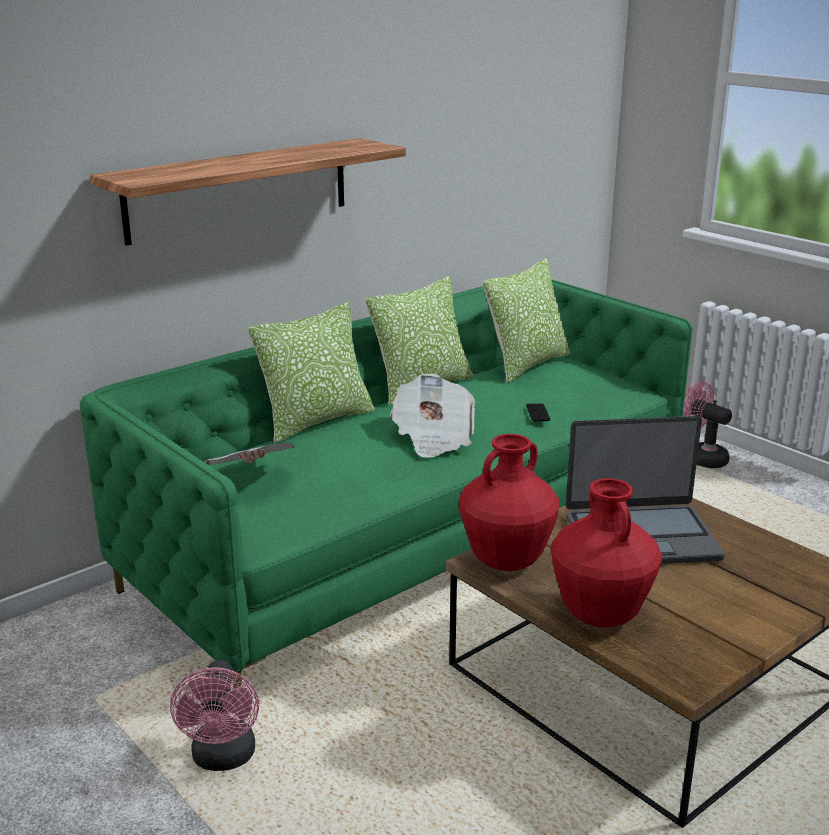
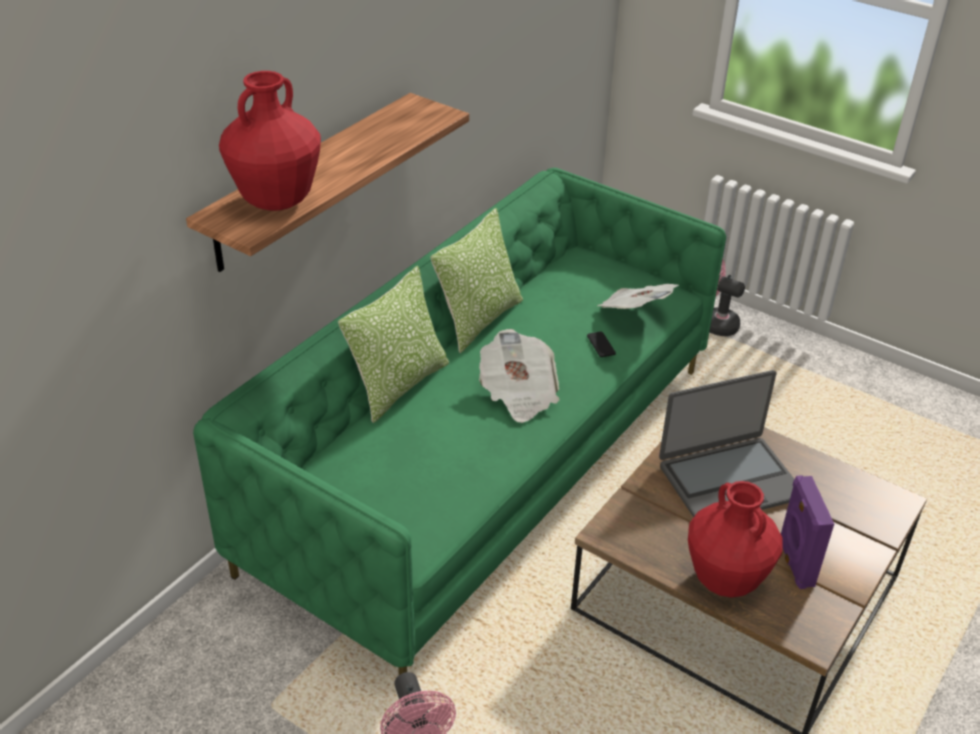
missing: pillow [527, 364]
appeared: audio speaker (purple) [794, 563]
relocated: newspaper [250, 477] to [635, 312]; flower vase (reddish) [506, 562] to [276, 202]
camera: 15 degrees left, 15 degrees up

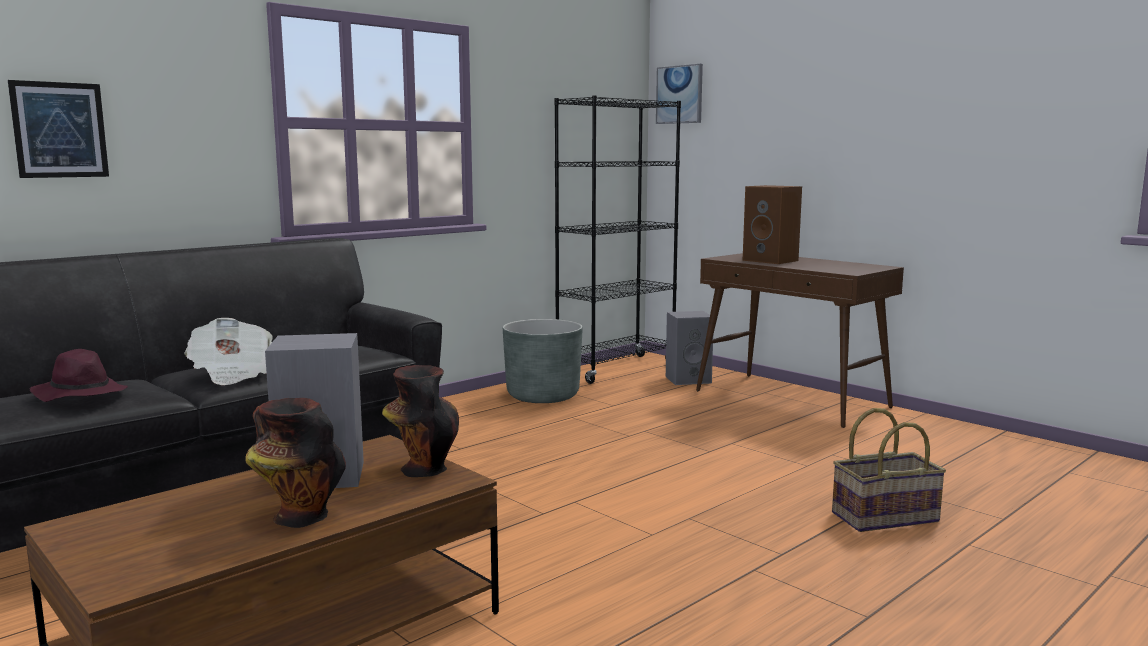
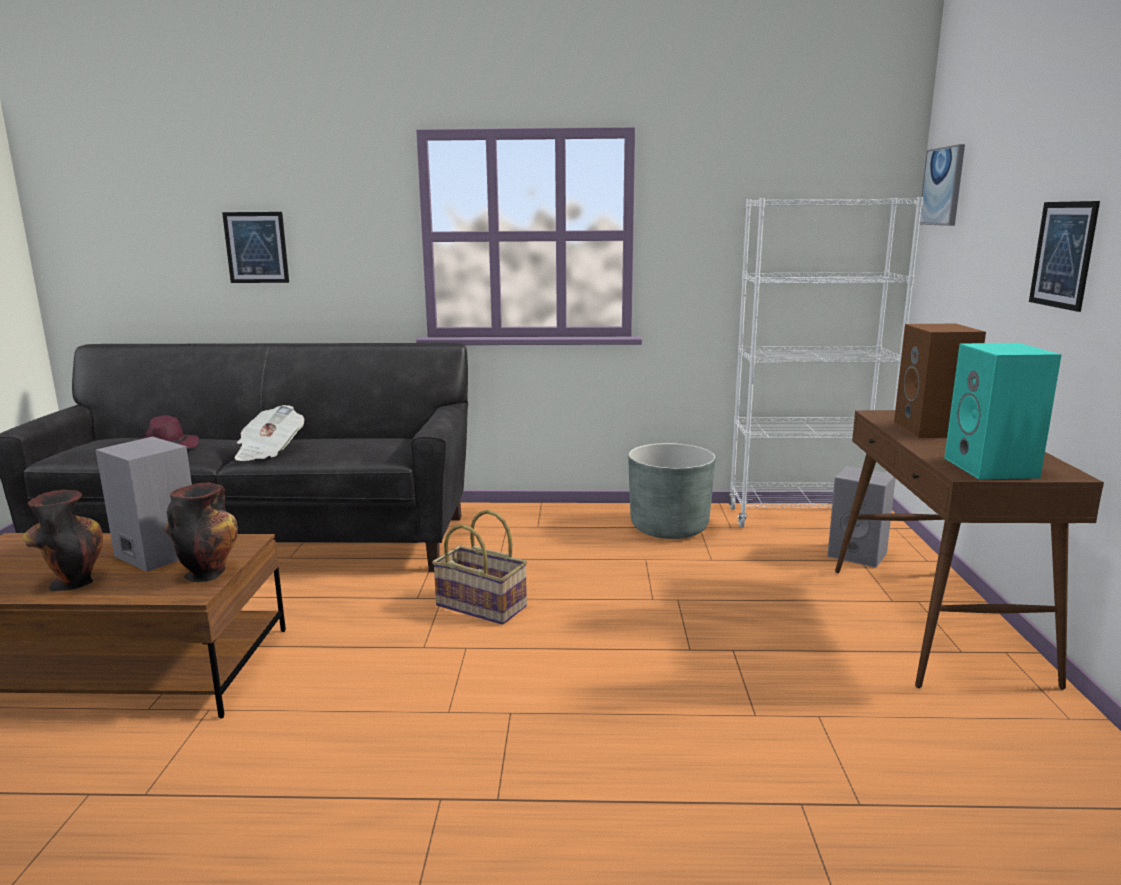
appeared: audio speaker (turquoise-coloured) [993, 468]; wall art [1063, 254]
relocated: basket [884, 516] to [482, 605]
colour: bookcase (black) [616, 369] to bookcase (whitish) [804, 518]
camera: 45 degrees right, 5 degrees up

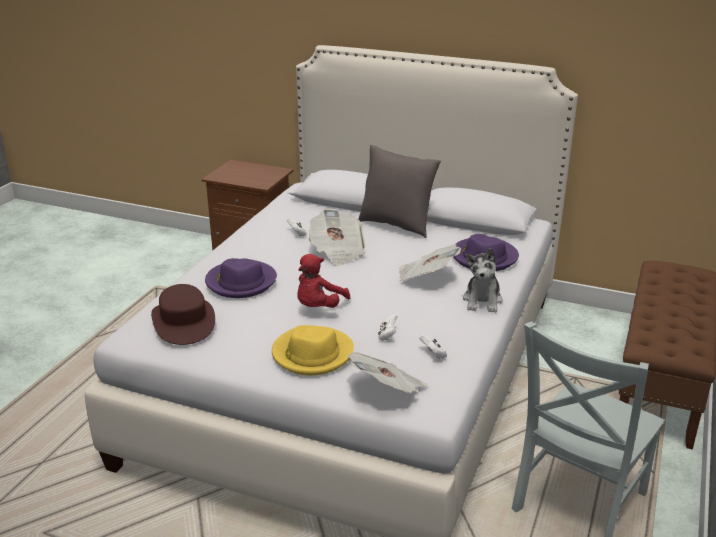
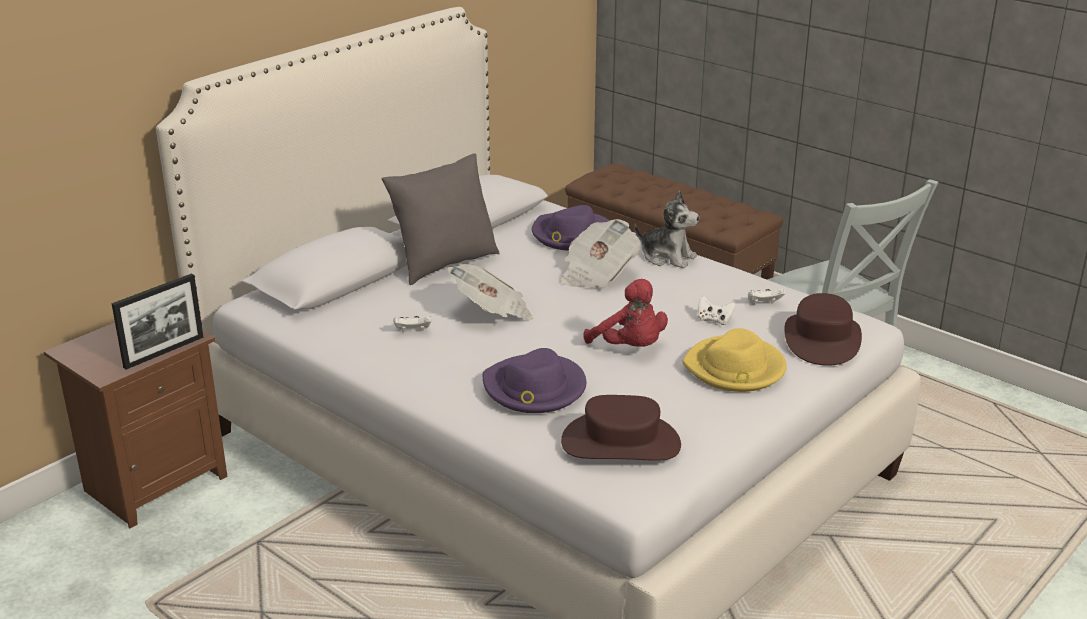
appeared: standing frame [164, 352]
exchanged: newspaper [388, 390] to clothing hat (brownish) [821, 339]
camera: 70 degrees left, 0 degrees up

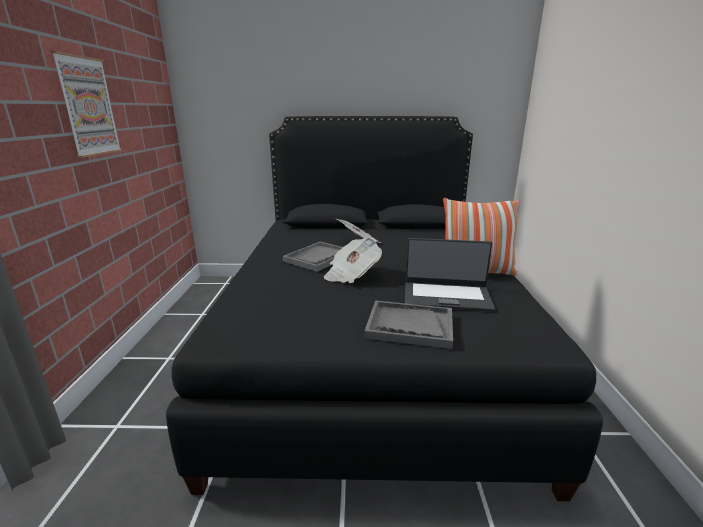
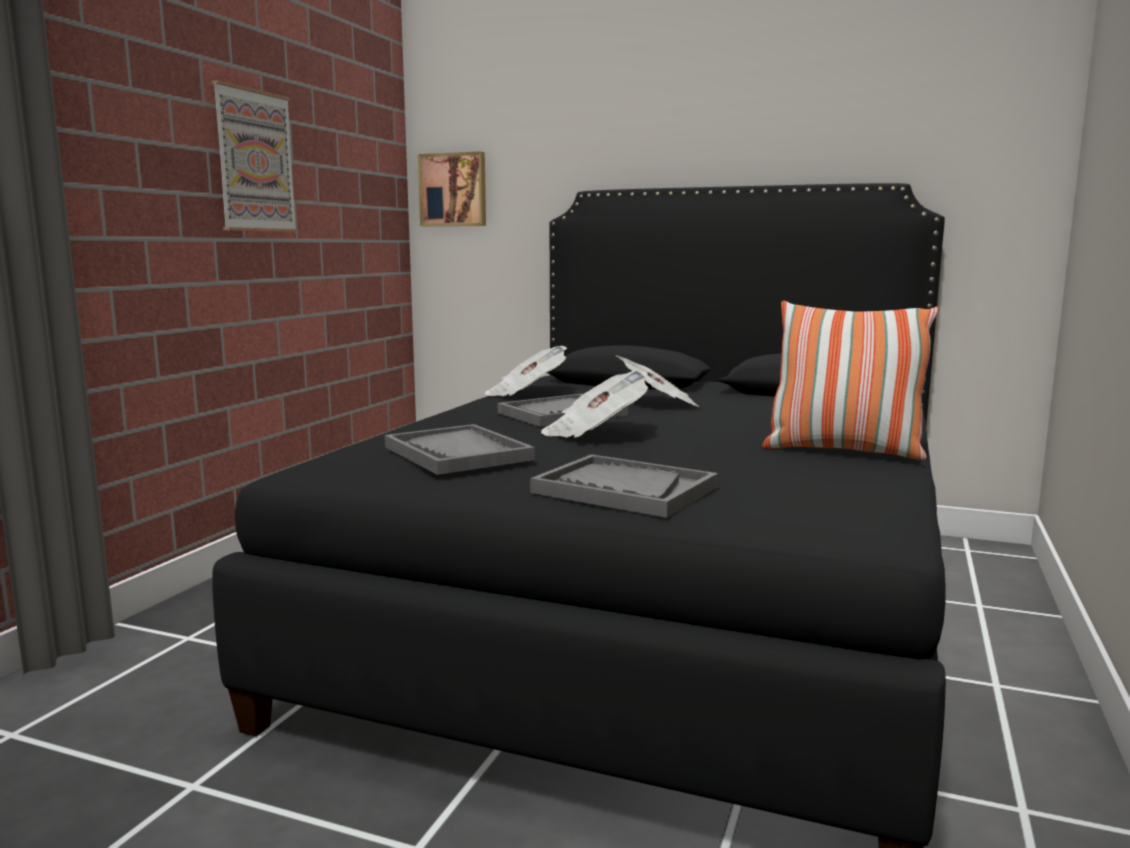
missing: laptop [446, 296]
appeared: serving tray (greyish) [458, 453]; wall art [453, 190]; newspaper [526, 394]
camera: 20 degrees right, 10 degrees down

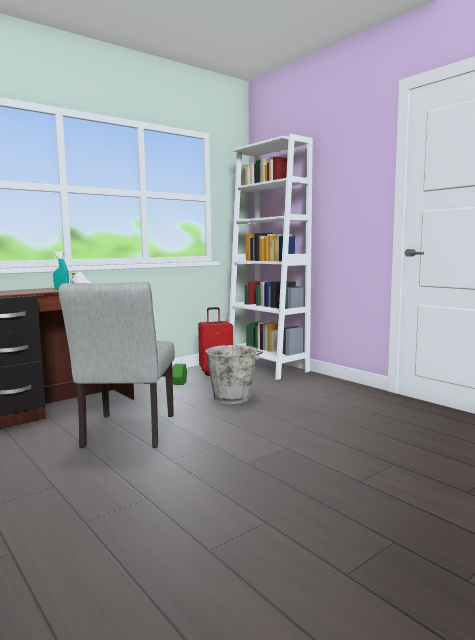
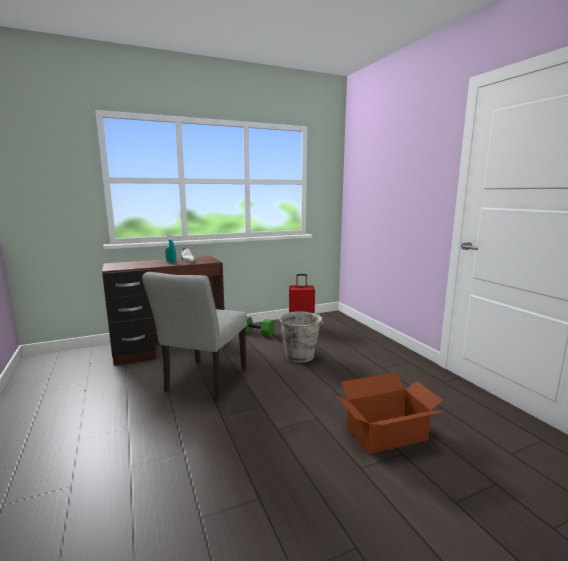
missing: bookcase (whitish) [267, 368]
appeared: carton [387, 434]
camera: 15 degrees right, 5 degrees up

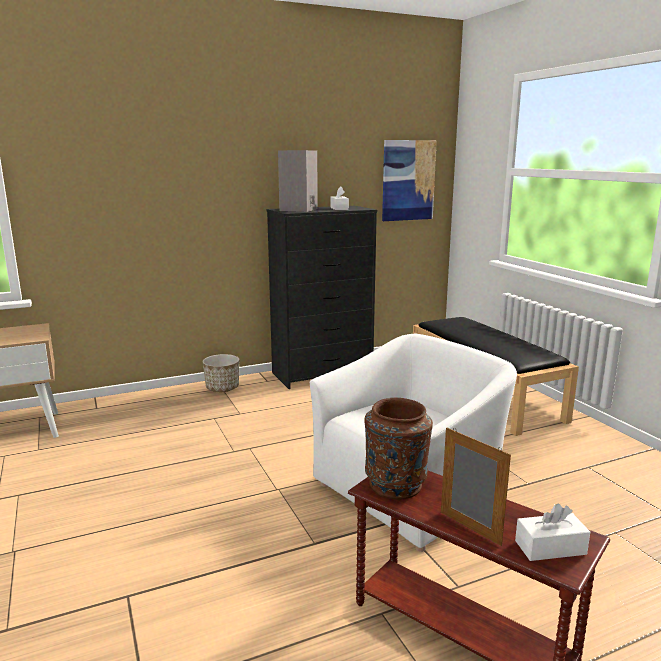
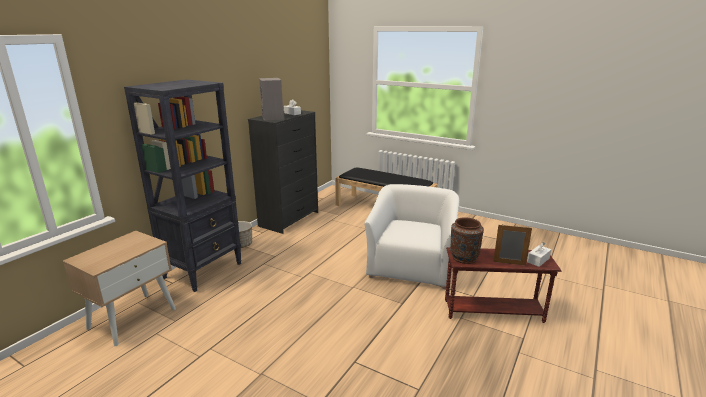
missing: wall art [408, 180]
appeared: bookcase (black) [203, 270]
camera: 35 degrees left, 5 degrees up

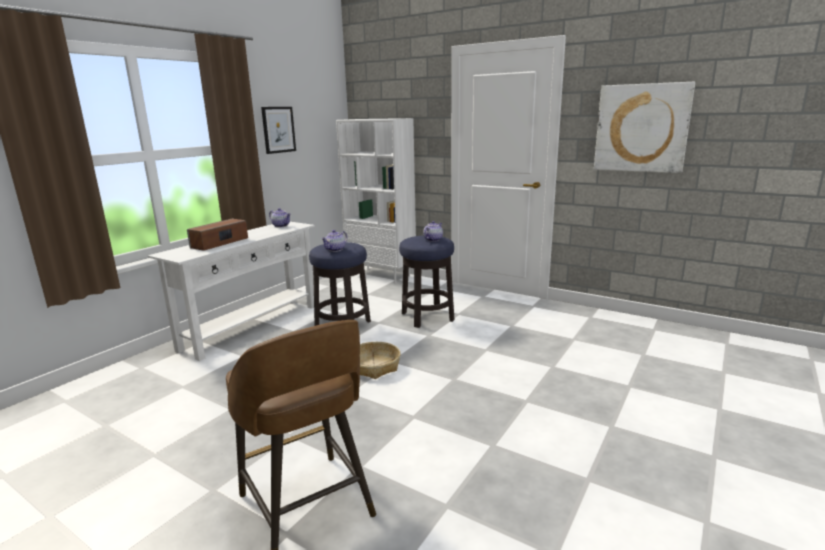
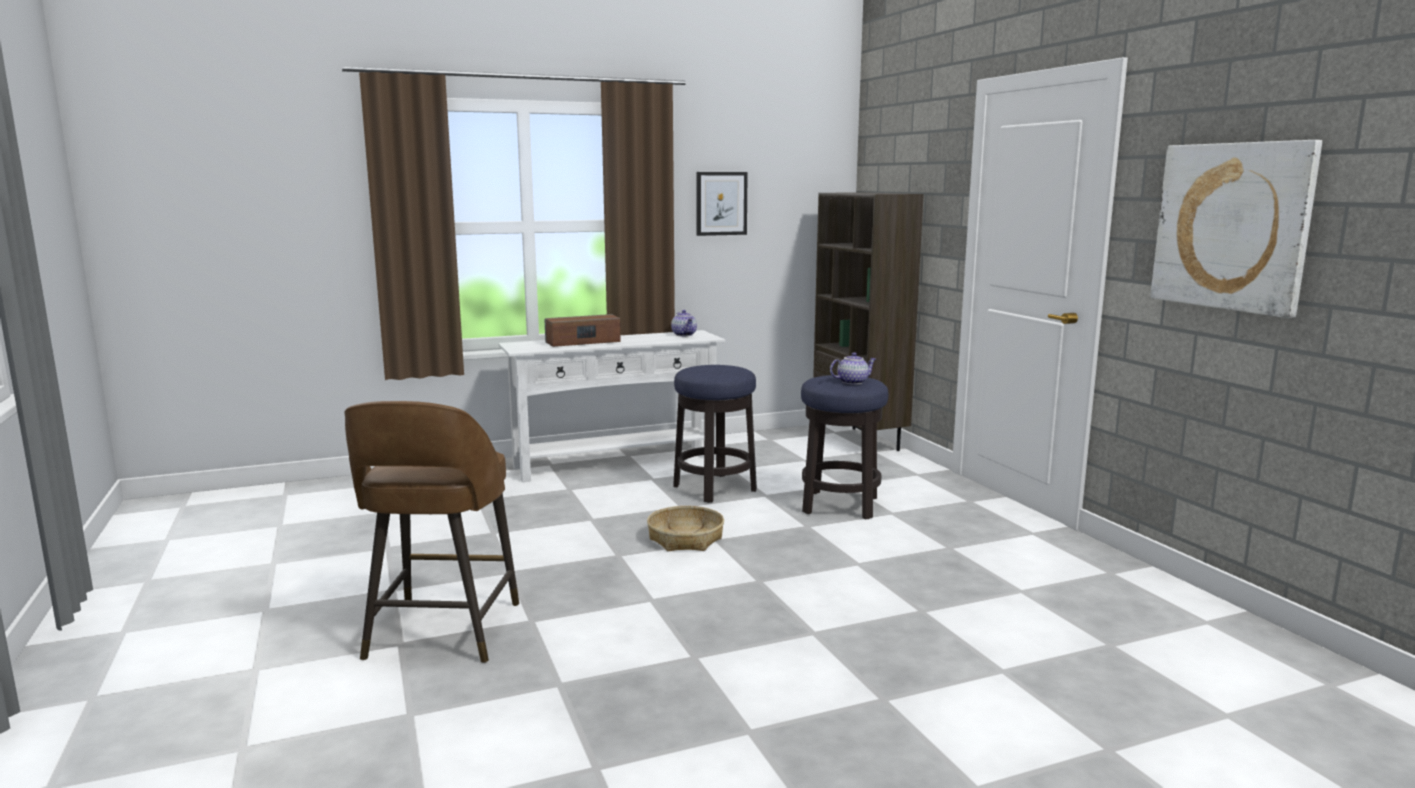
missing: pot for tea [335, 250]
colour: bookcase (whitish) [382, 275] to bookcase (brownish) [860, 441]
camera: 35 degrees right, 5 degrees down

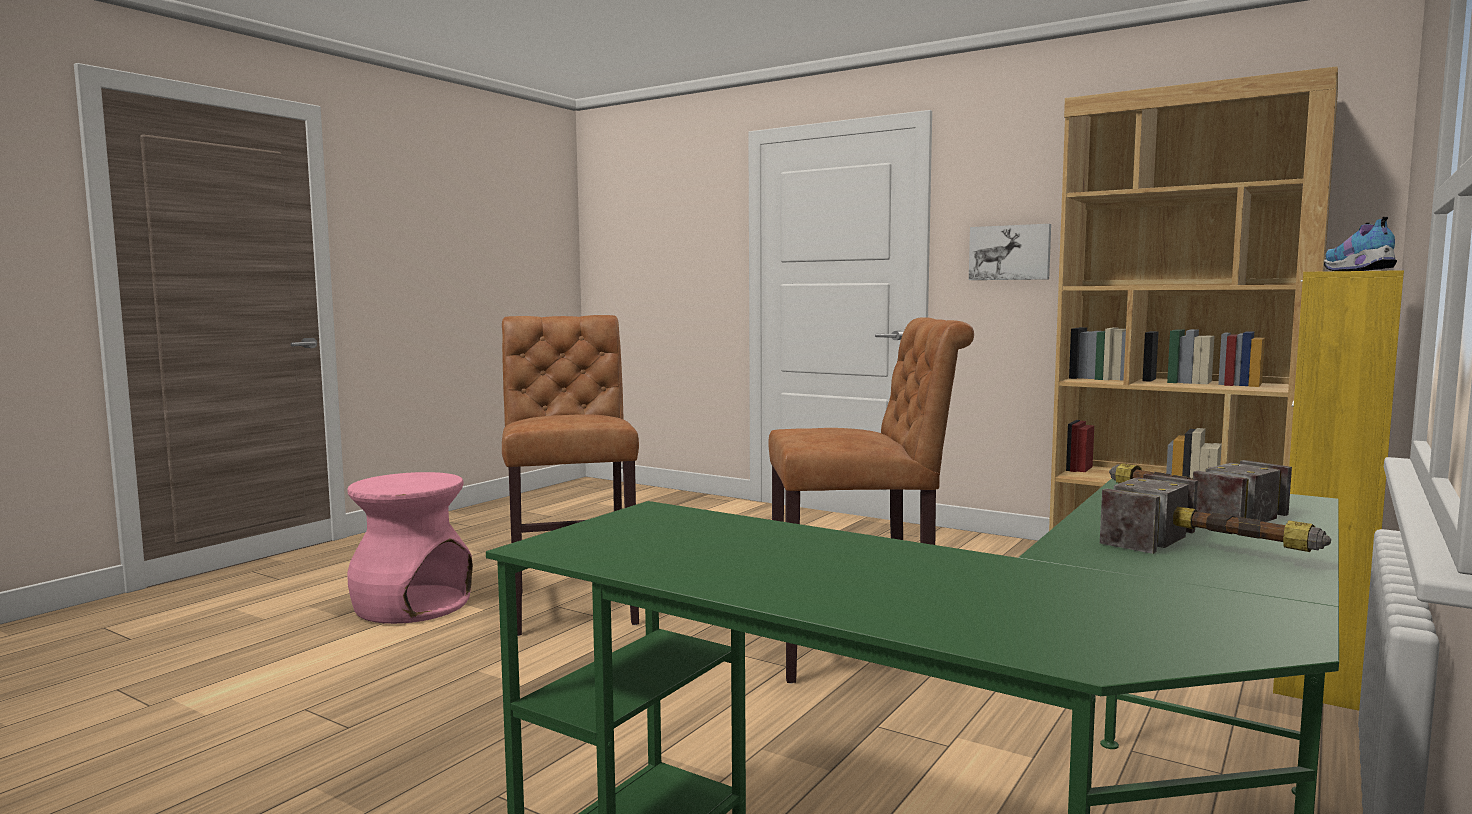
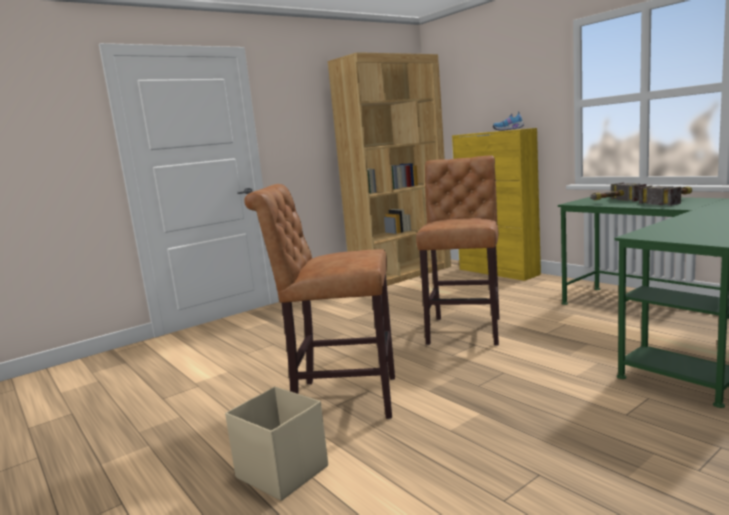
missing: wall art [1010, 252]
exchanged: sitting stool (pinkish) [412, 605] to storage bin (sand-coloured) [282, 471]
camera: 70 degrees left, 5 degrees up

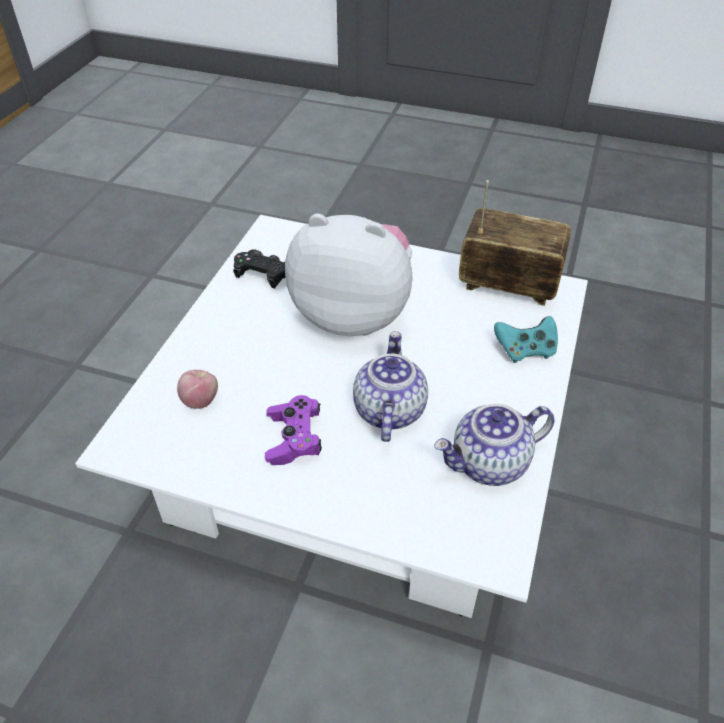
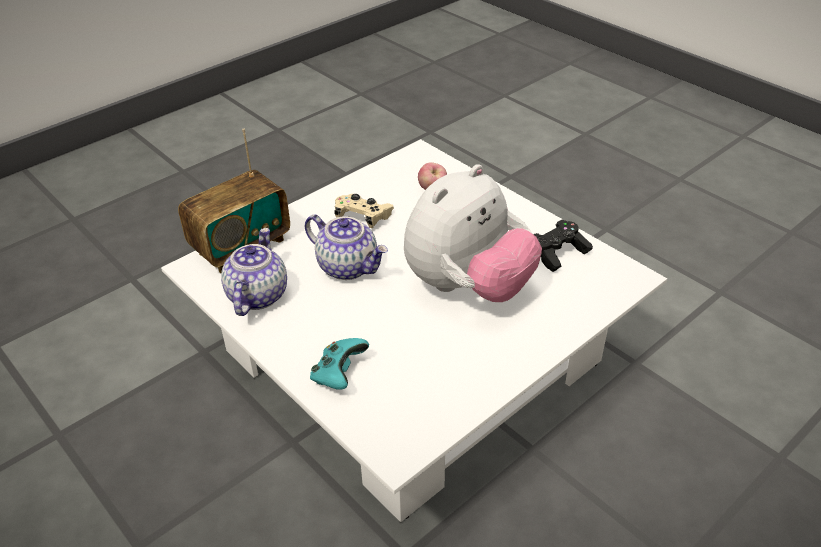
relocated: radio receiver [508, 285] to [241, 246]
colour: game controller (purple) [294, 439] to game controller (sand-coloured) [363, 217]
camera: 120 degrees right, 5 degrees down

